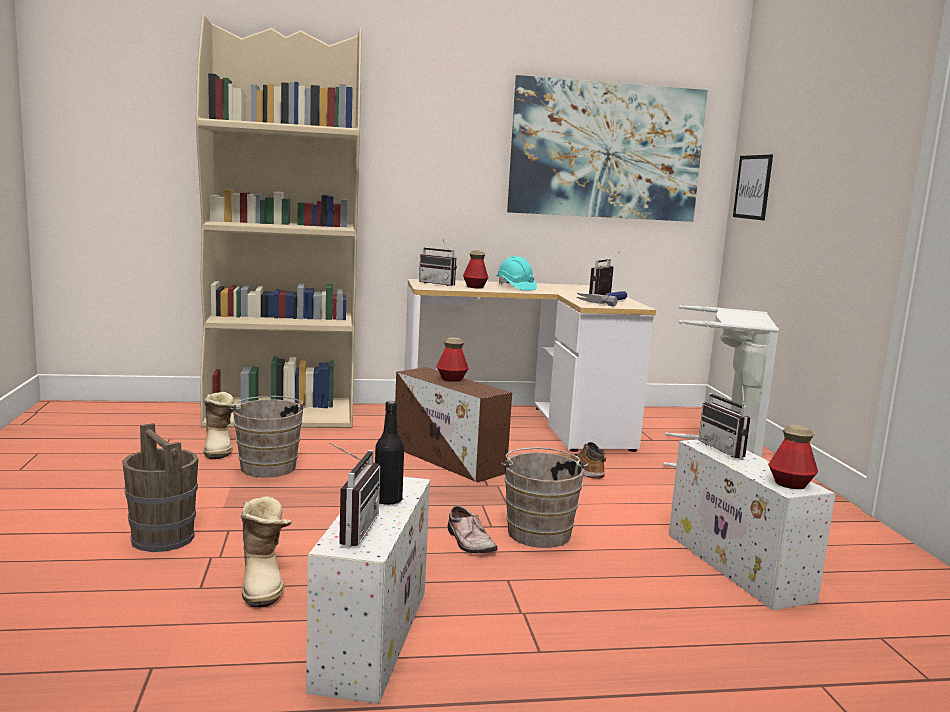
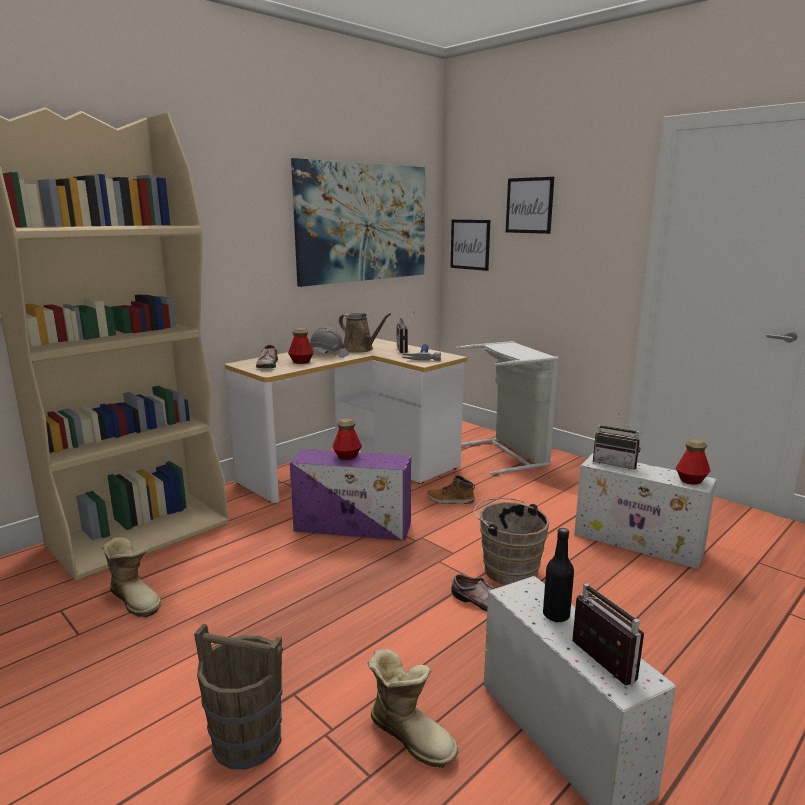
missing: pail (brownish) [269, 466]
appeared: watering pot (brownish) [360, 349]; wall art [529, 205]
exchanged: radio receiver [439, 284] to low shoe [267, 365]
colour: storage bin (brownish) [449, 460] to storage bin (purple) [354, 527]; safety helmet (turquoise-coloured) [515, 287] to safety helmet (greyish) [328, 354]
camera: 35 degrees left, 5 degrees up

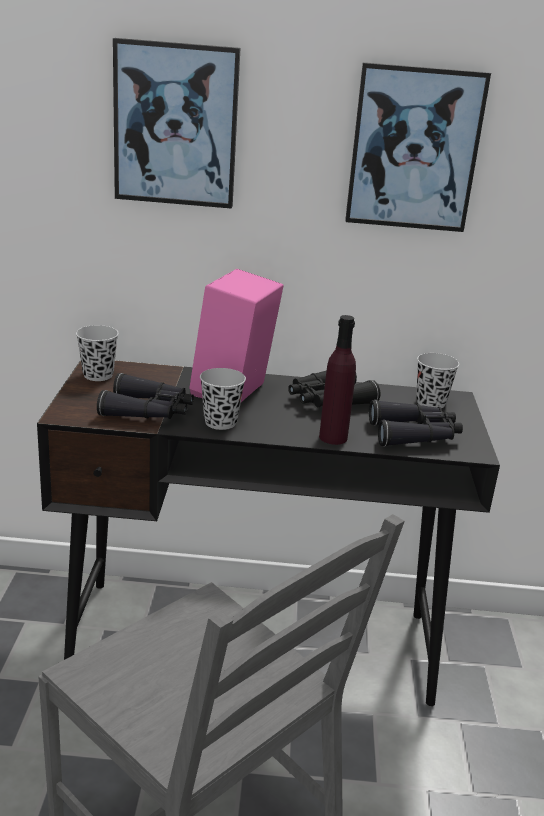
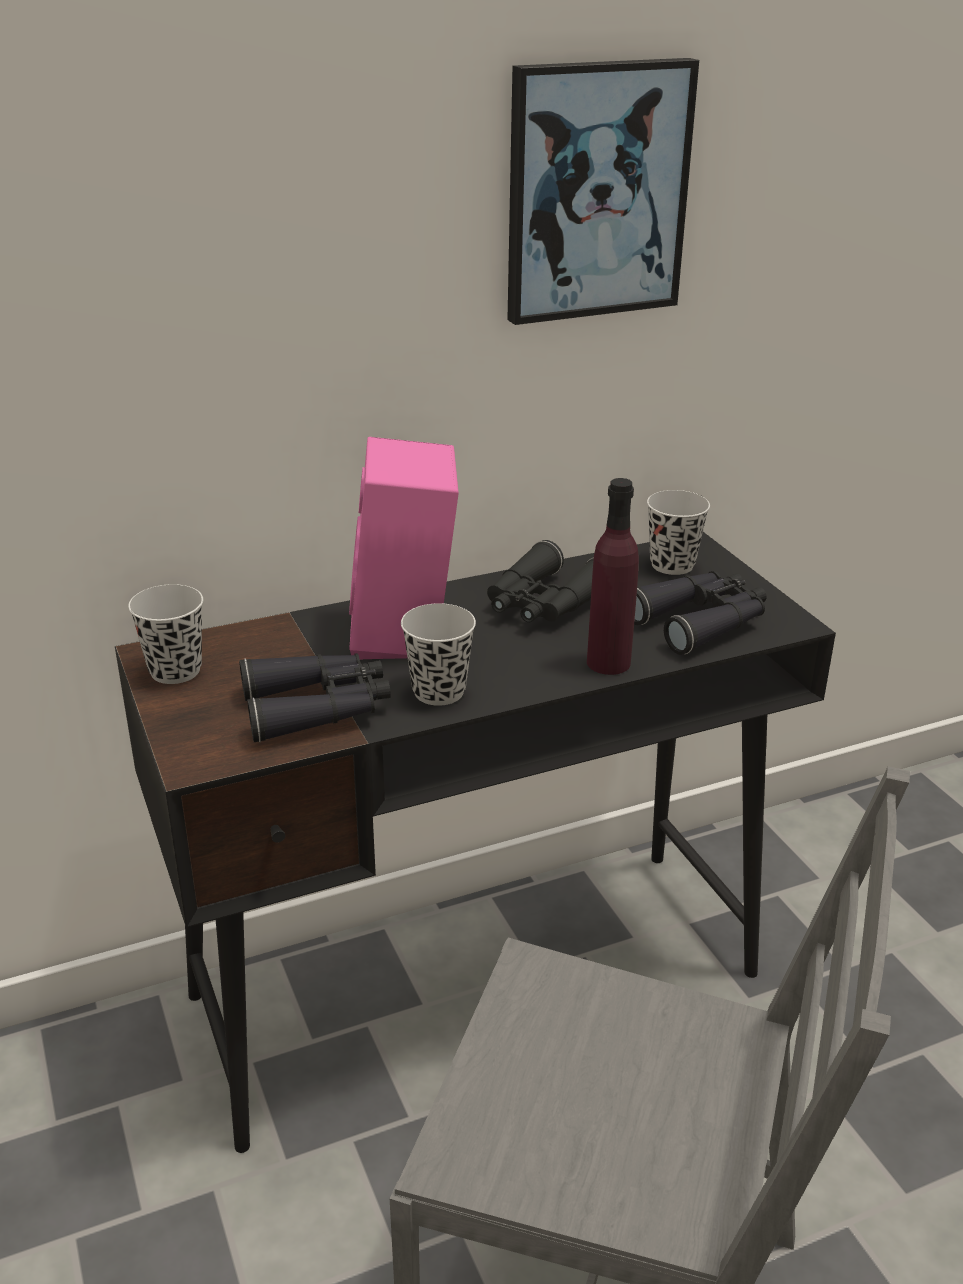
missing: wall art [176, 125]
camera: 25 degrees left, 5 degrees up

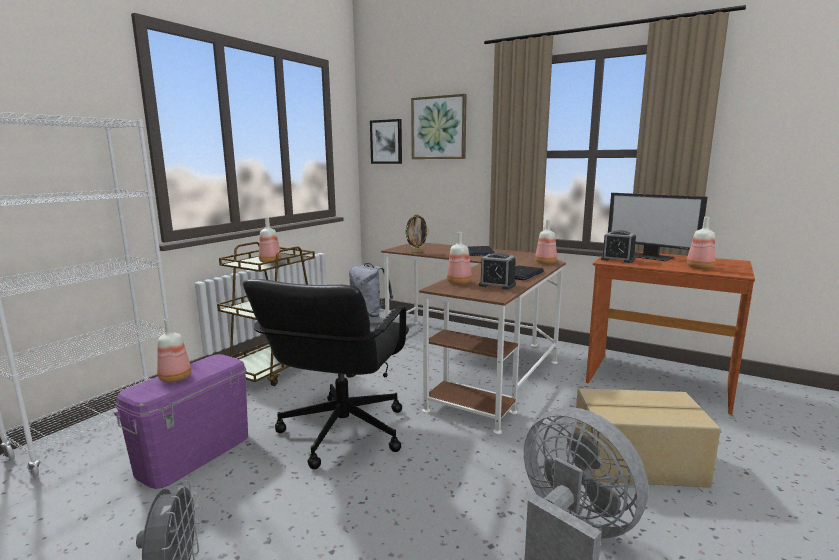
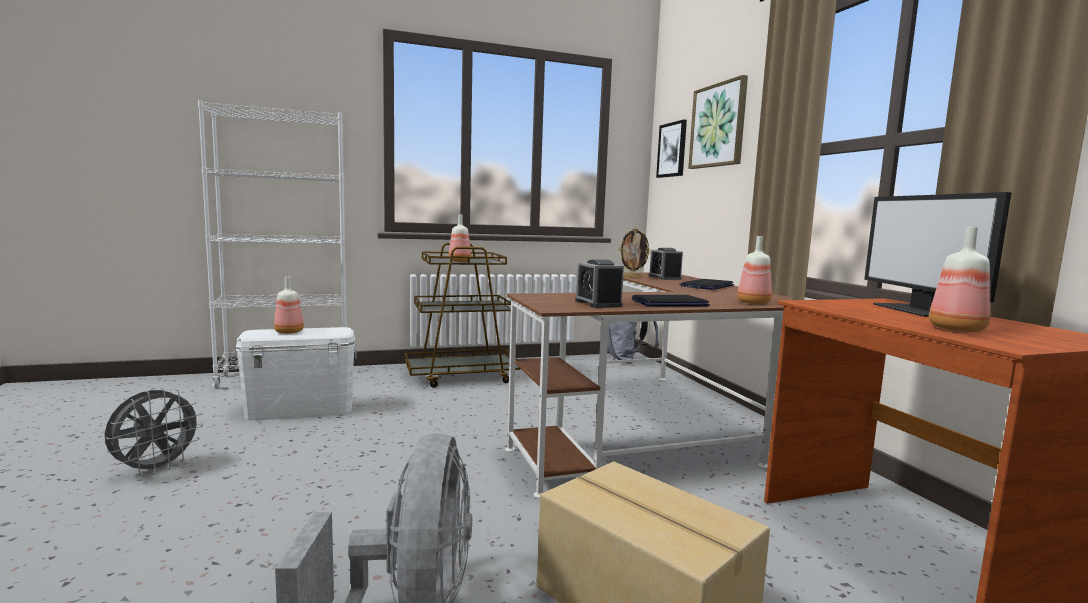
missing: office chair (black) [341, 432]; bottle [459, 282]
relocated: table clock [617, 259] to [664, 277]
colour: storage bin (purple) [194, 454] to storage bin (whitish) [300, 409]
camera: 40 degrees right, 5 degrees down

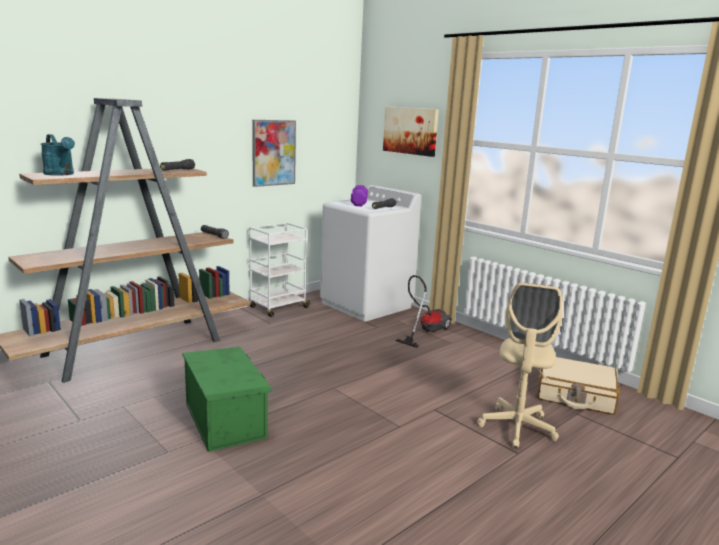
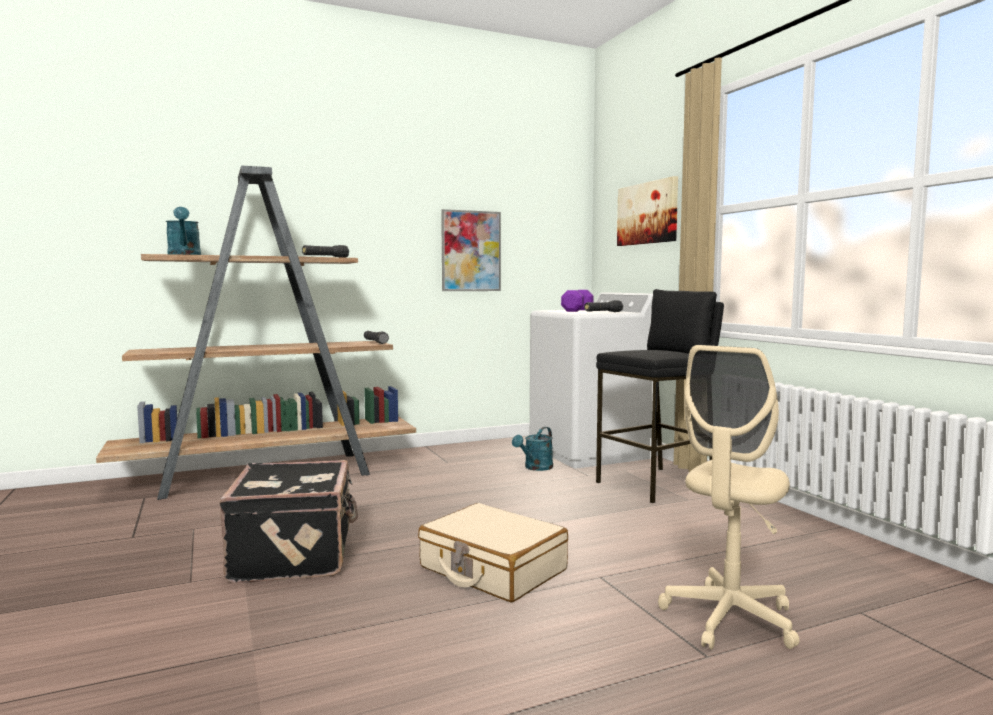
missing: wheeled cart (whitish) [278, 308]
appeared: watering pot (turquoise-coloured) [535, 468]
relocated: travel case (sand-coloured) [575, 395] to [492, 569]
exchanged: storage bin (greenish) [226, 420] to travel case (black) [295, 555]; vacuum cleaner [425, 331] to sitting stool (black) [656, 484]
camera: 20 degrees right, 10 degrees down

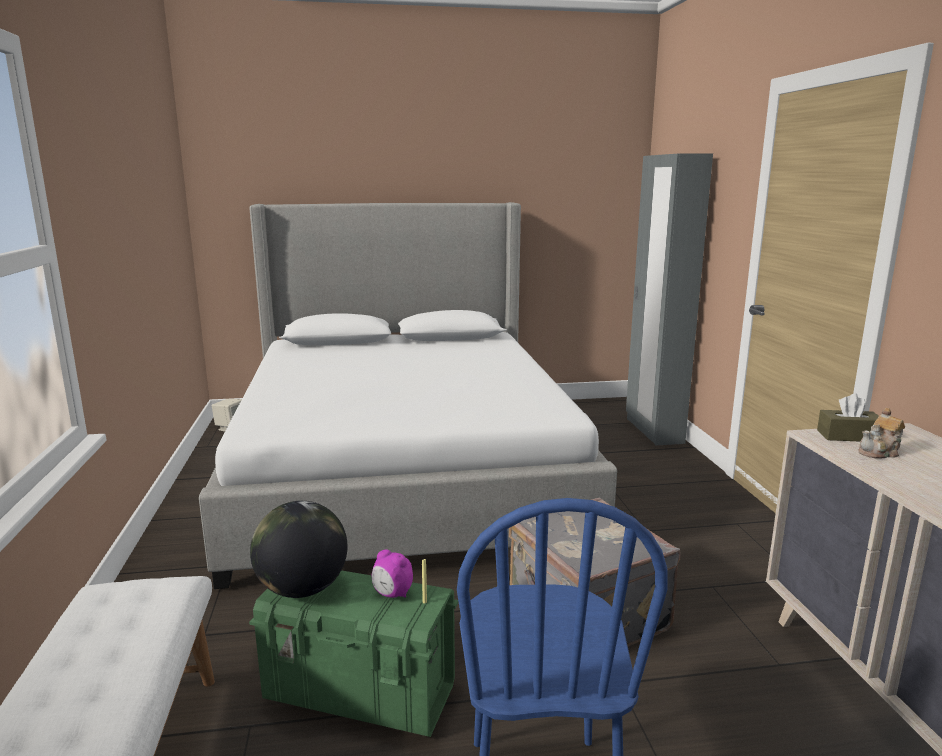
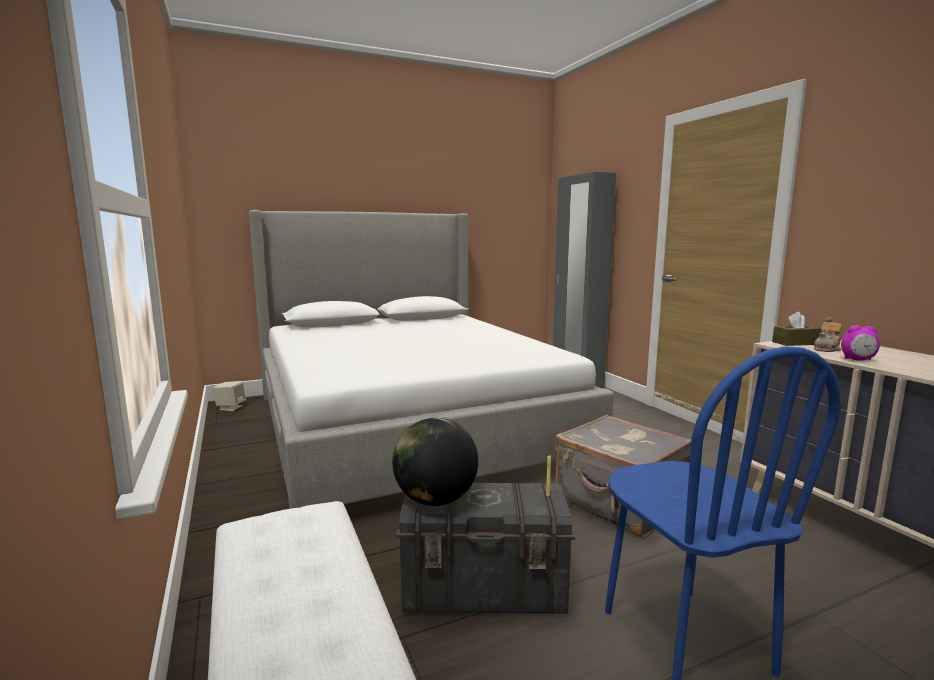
relocated: table clock [392, 594] to [858, 360]
colour: storage bin (greenish) [361, 693] to storage bin (greyish) [485, 591]
camera: 15 degrees left, 5 degrees down

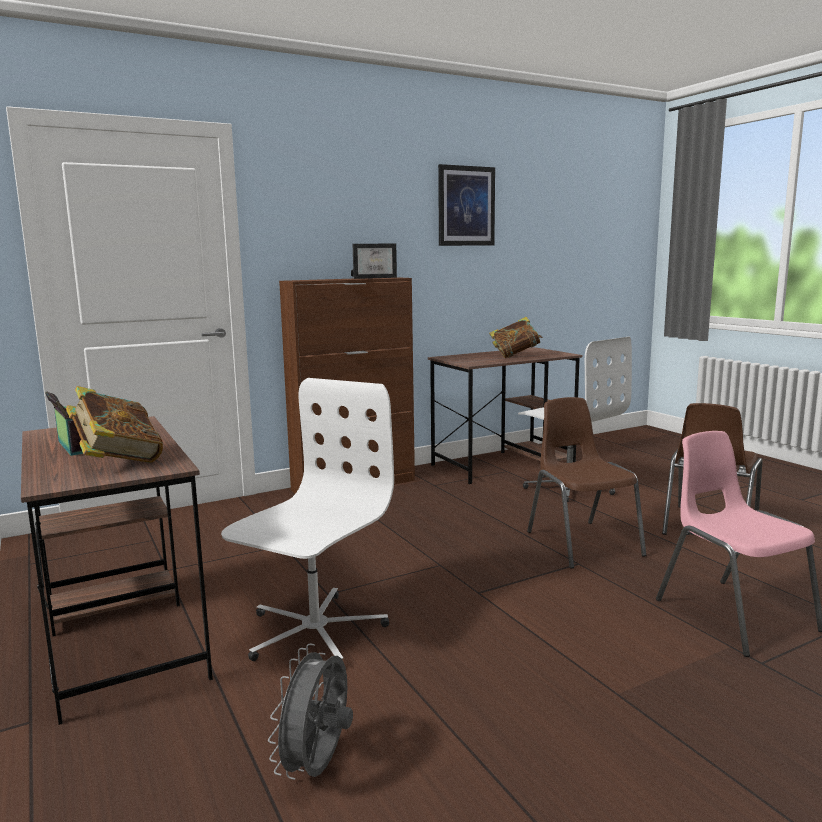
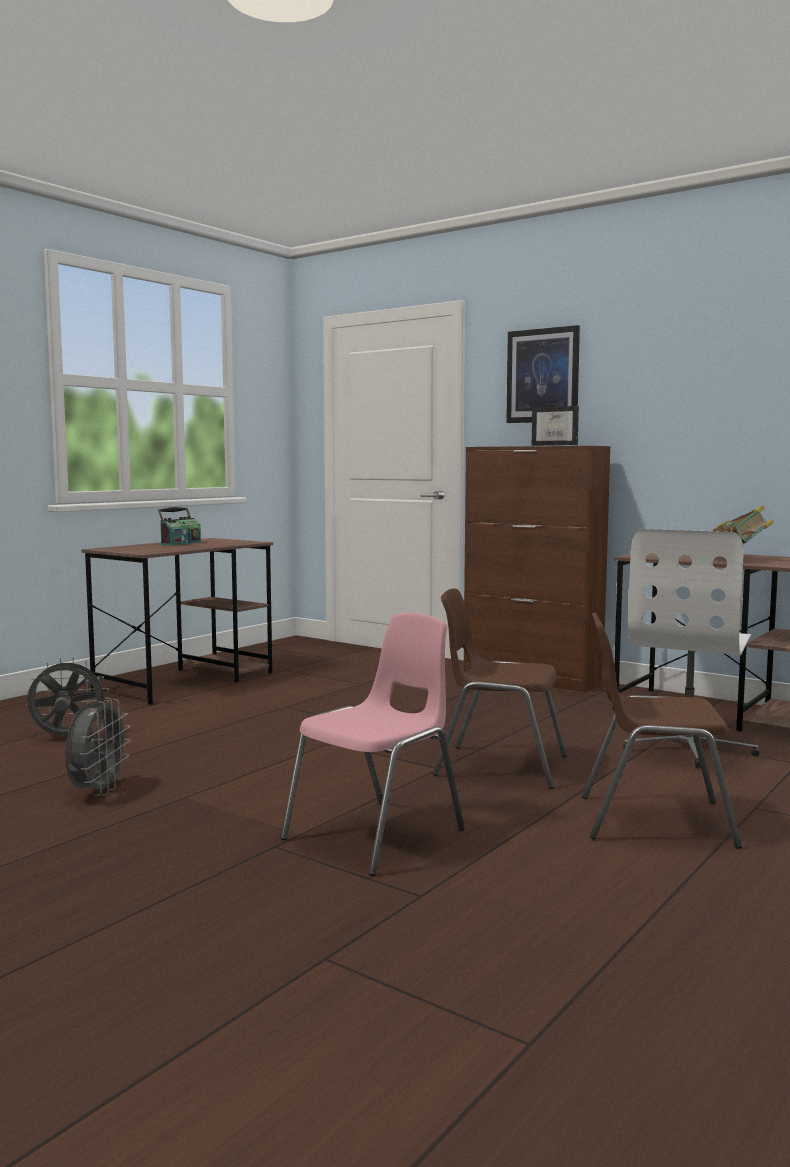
missing: volume [117, 461]; office chair (whitish) [313, 631]
appeared: fan (greyish) [97, 792]
relocated: wall art [466, 206] to [543, 375]
spun: chair (brownish) [582, 543] = [499, 765] 120 degrees counterclockwise
camera: 65 degrees right, 5 degrees down

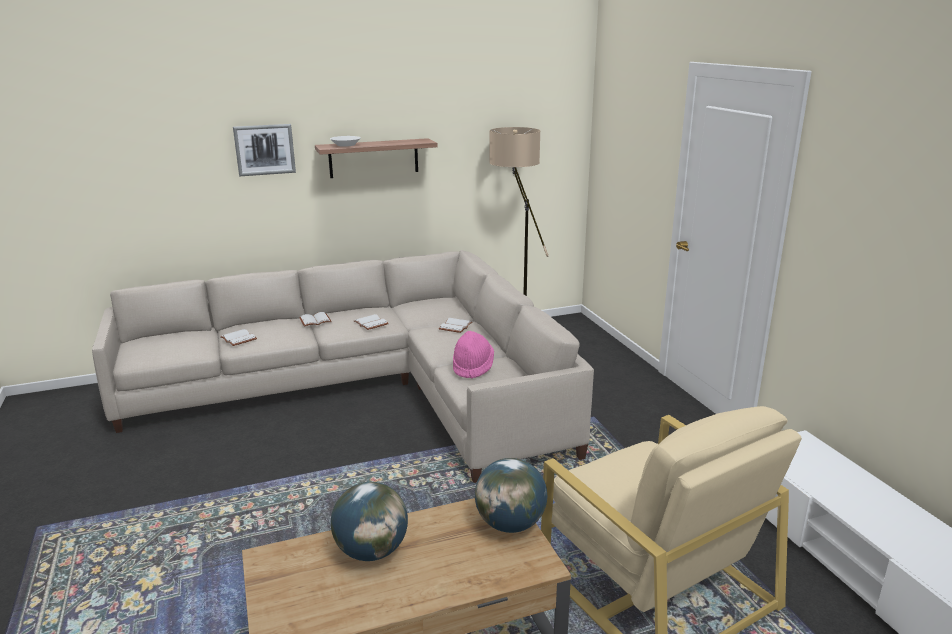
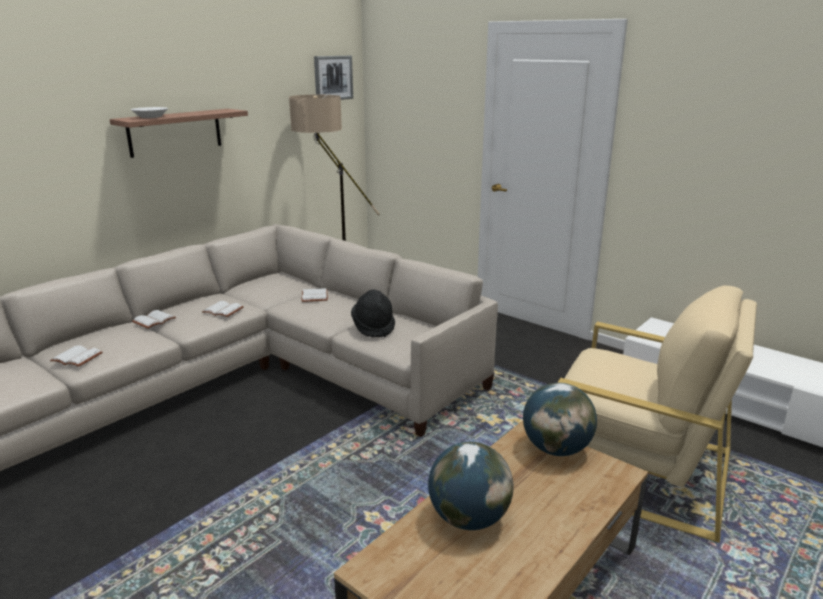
relocated: wall art [264, 149] to [333, 78]
colour: clothing hat (pinkish) [472, 367] to clothing hat (black) [373, 327]
camera: 30 degrees left, 0 degrees up

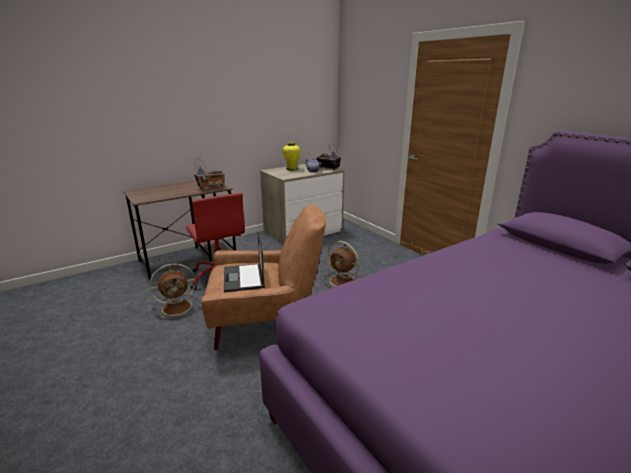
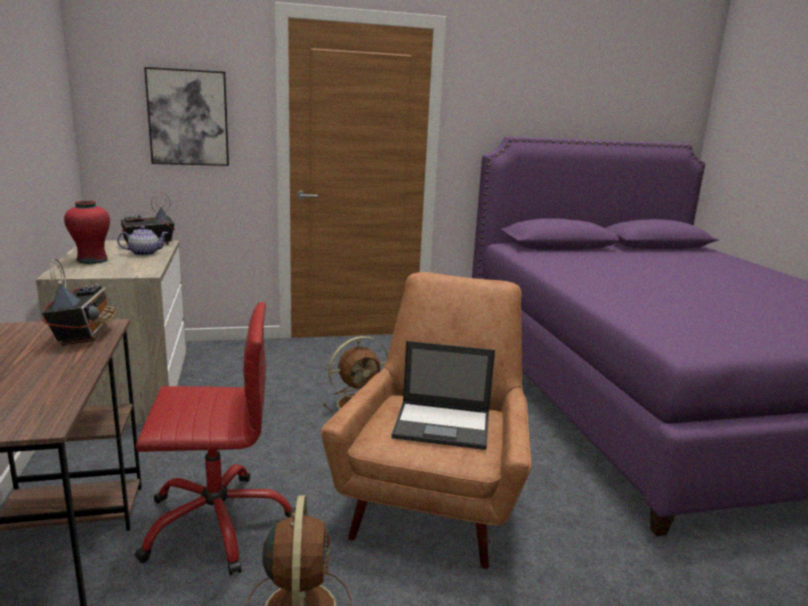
appeared: wall art [188, 118]
colour: flower vase (yellow-coloured) [292, 169] to flower vase (reddish) [92, 260]
camera: 70 degrees left, 5 degrees down

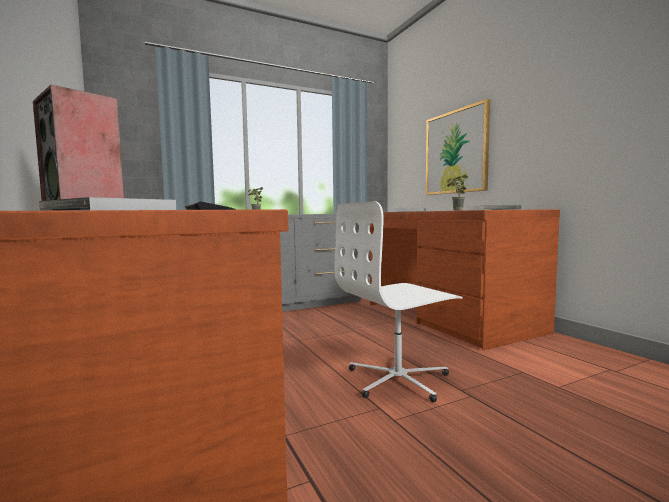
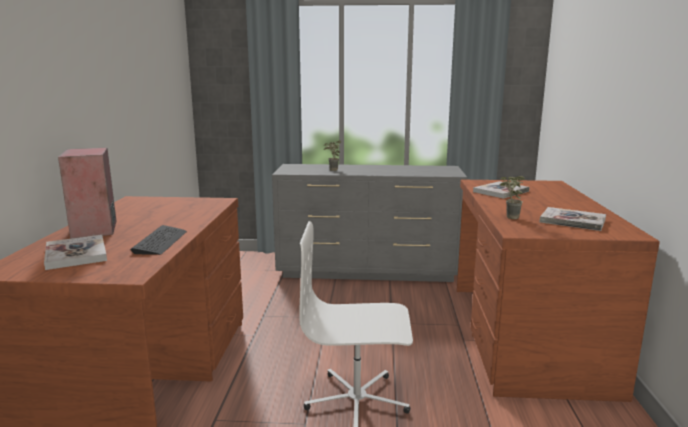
missing: wall art [456, 152]
camera: 30 degrees right, 10 degrees up

